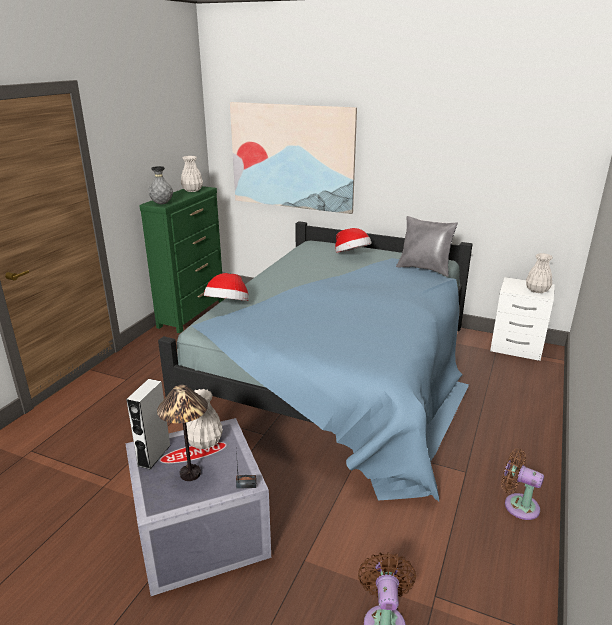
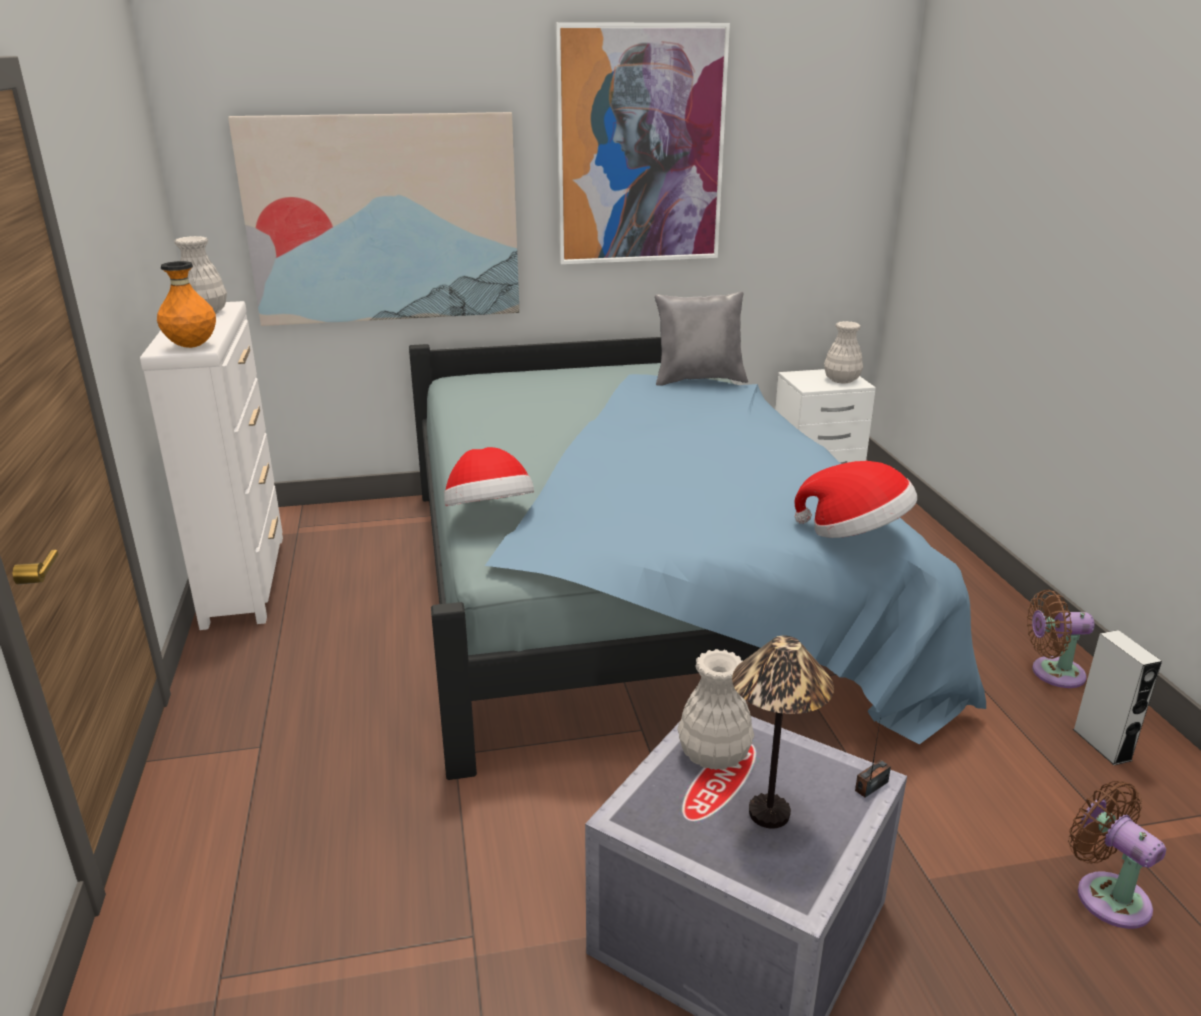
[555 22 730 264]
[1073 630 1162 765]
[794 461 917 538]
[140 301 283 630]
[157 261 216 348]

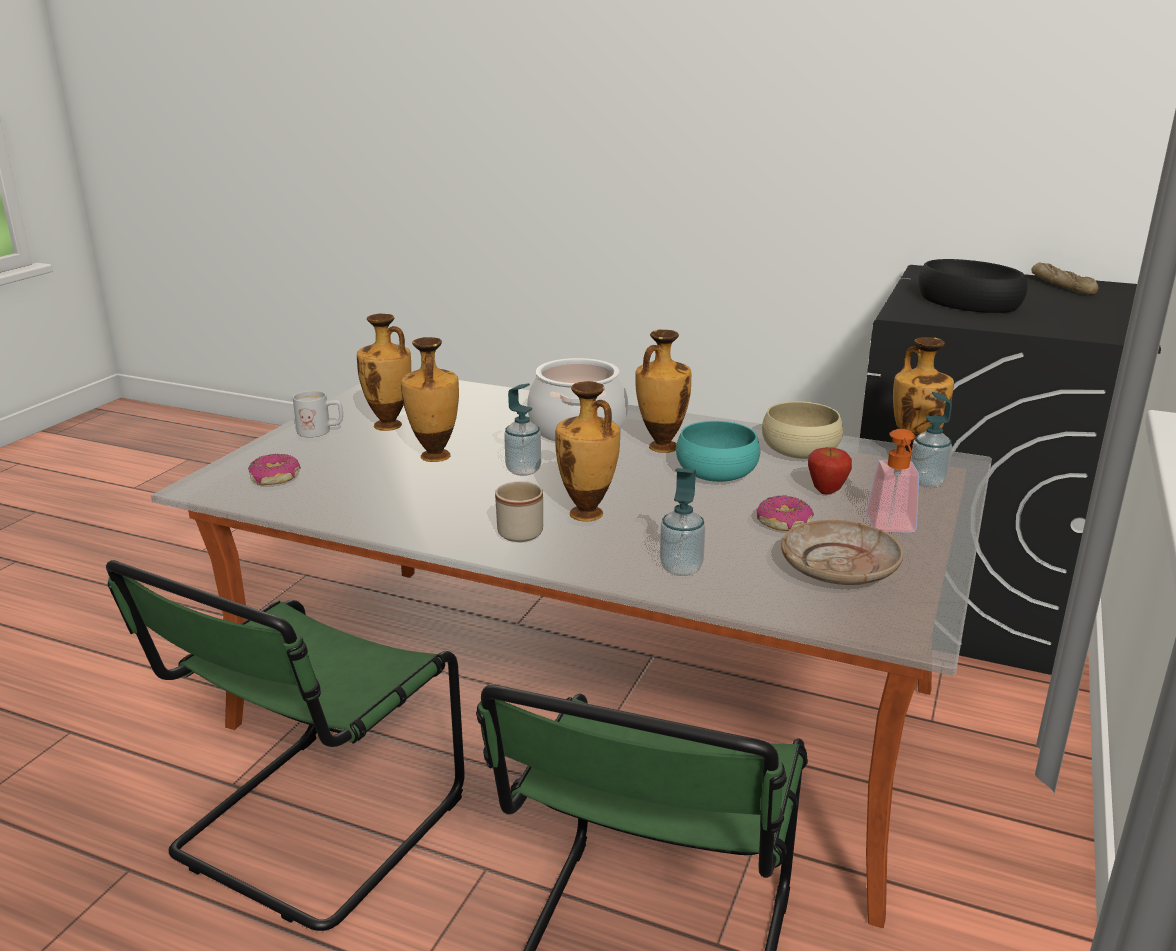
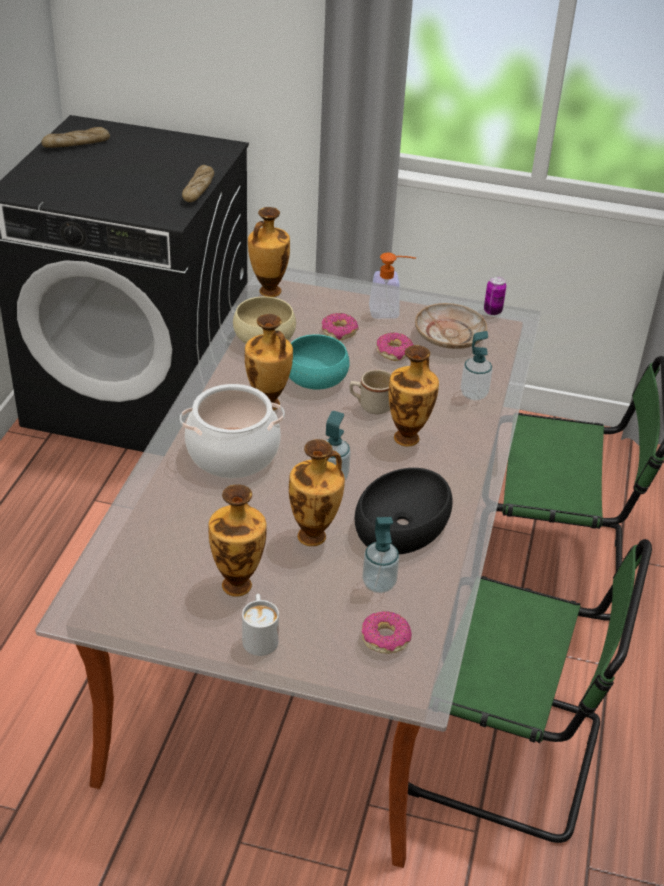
[182 165 214 202]
[484 276 506 315]
[349 370 391 414]
[362 517 399 593]
[355 468 453 554]
[322 313 359 340]

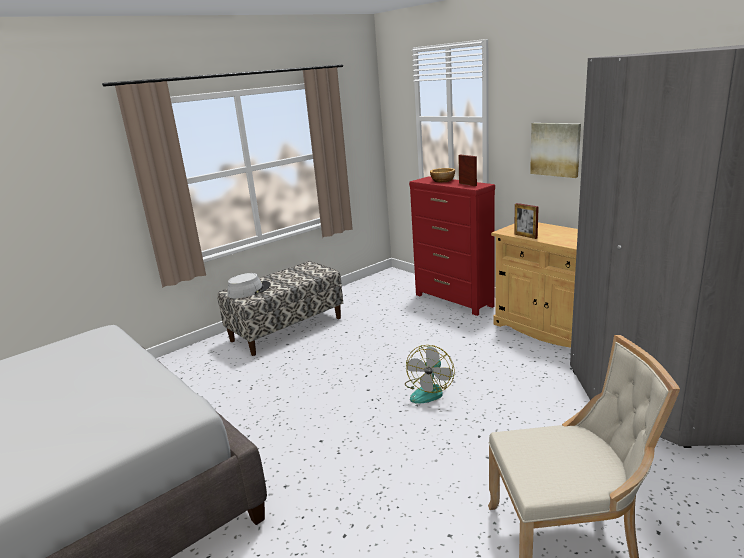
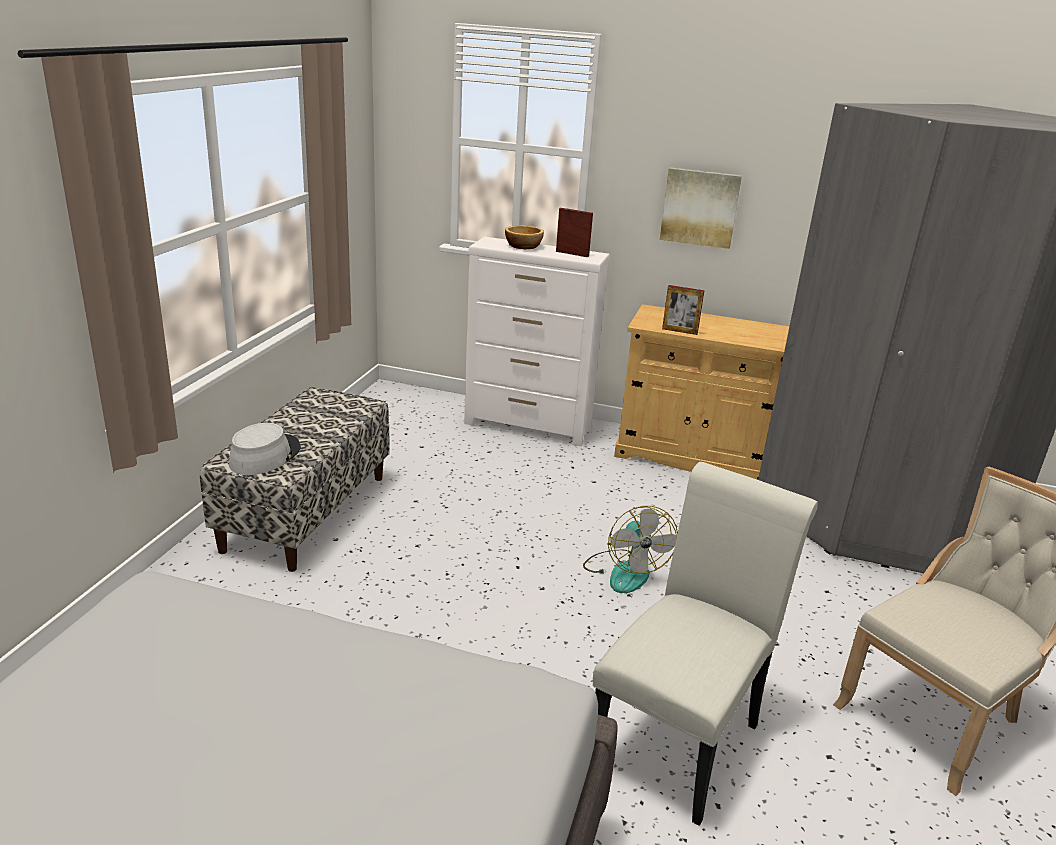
[593 462 818 826]
[464 237 610 447]

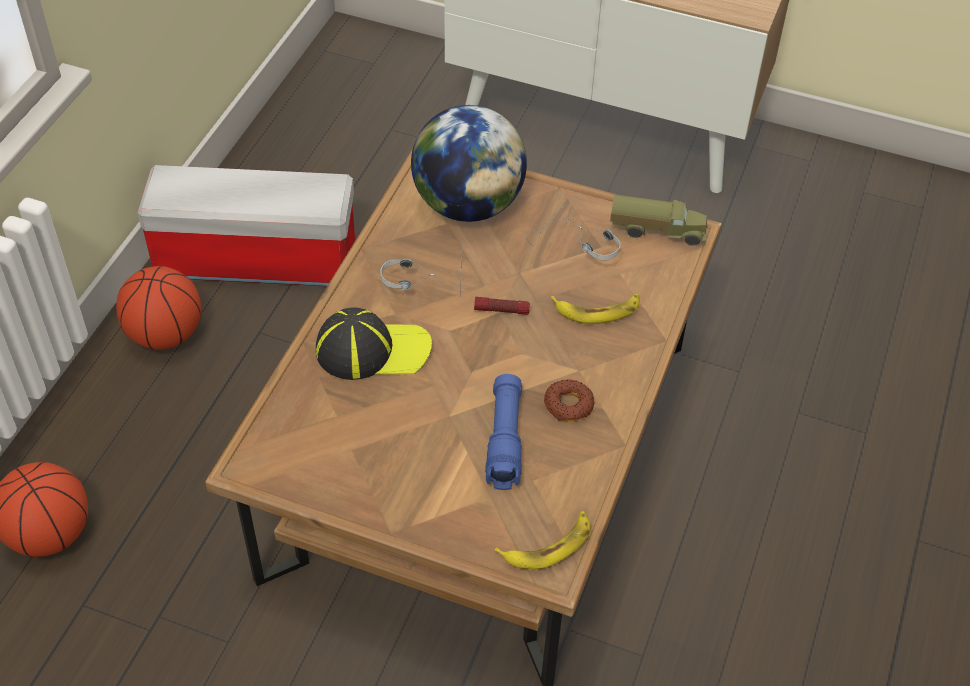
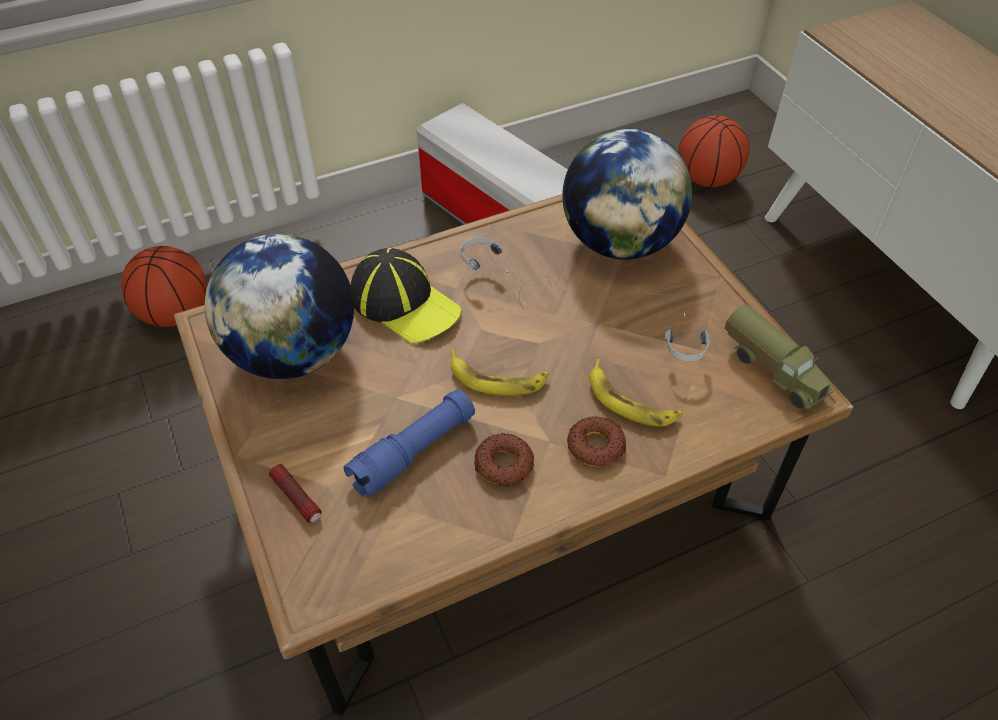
[205 234 354 379]
[567 417 626 467]
[678 115 750 187]
[269 464 322 523]
[450 350 549 396]

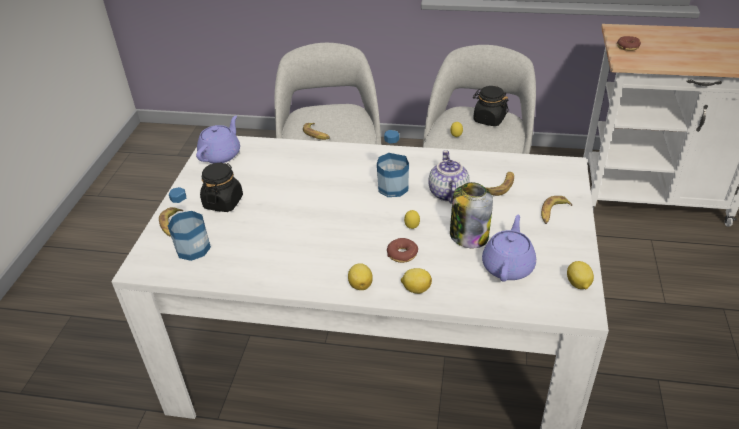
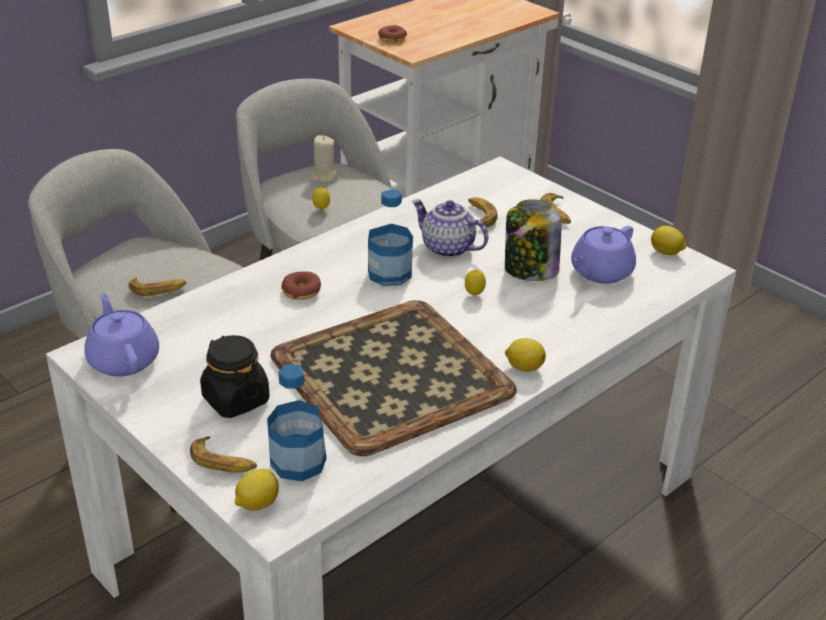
[270 300 517 456]
[281 272 321 300]
[235 469 279 511]
[311 135 338 183]
[571 226 636 284]

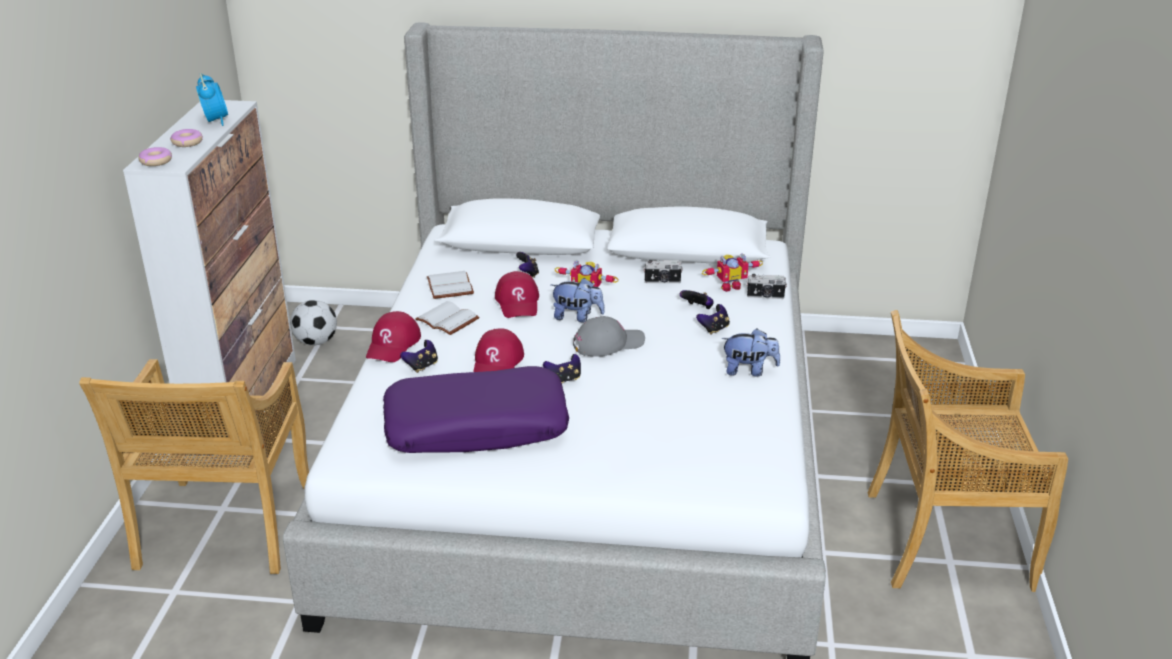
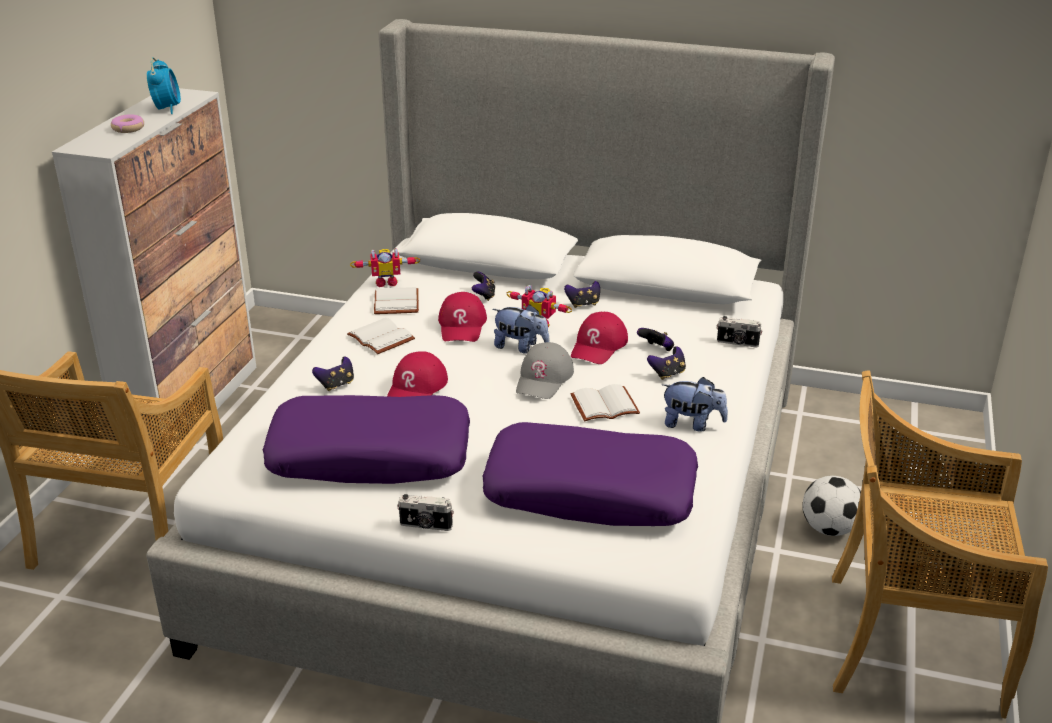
[138 147 172 166] (first image)
[482 422 698 526]
[570 384 640 421]
[803 476 861 536]
[571 311 628 364]
[564 281 600 308]
[397 494 454 531]
[350 248 420 287]
[516 342 574 399]

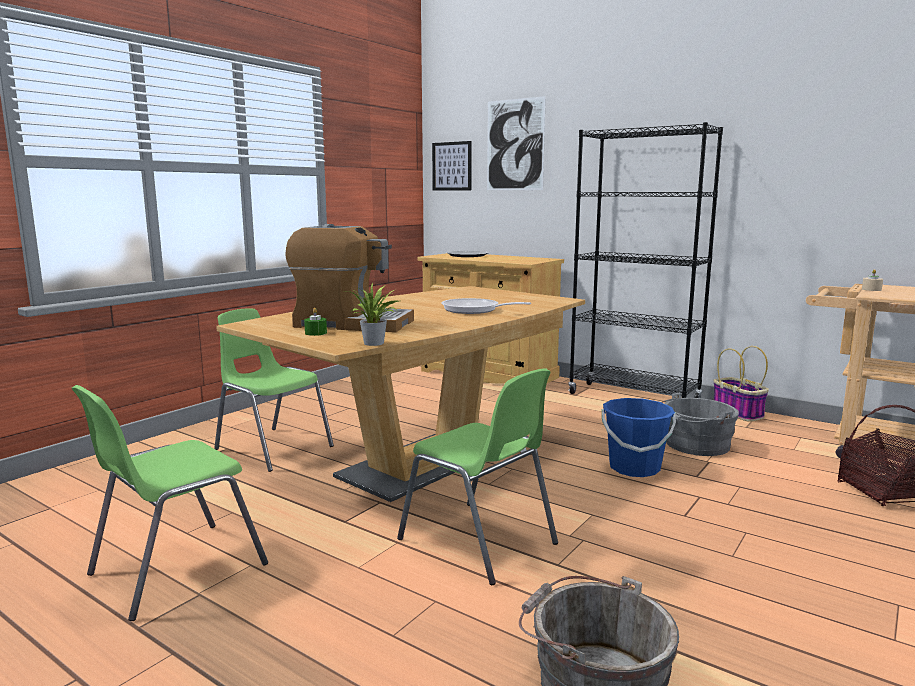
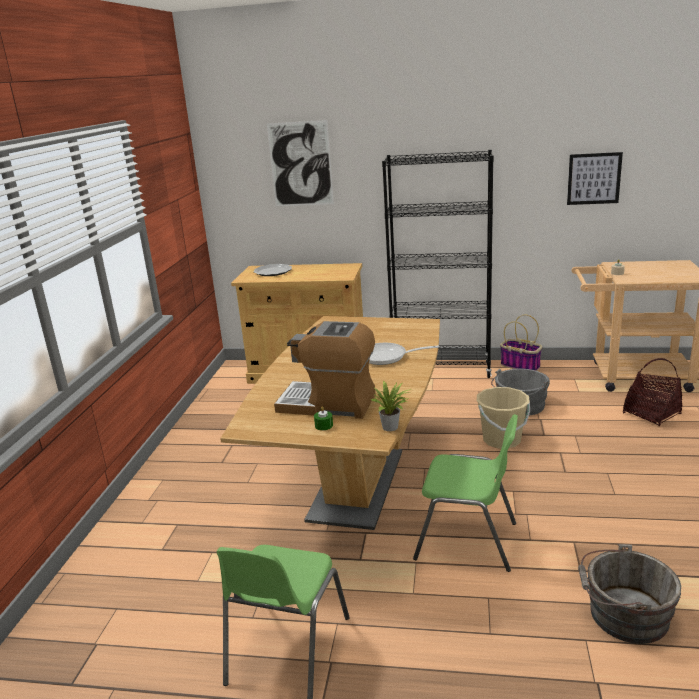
[214 308 334 472] (first image)
[567 152 623 205]
[477 387 530 449]
[274 321 375 419]

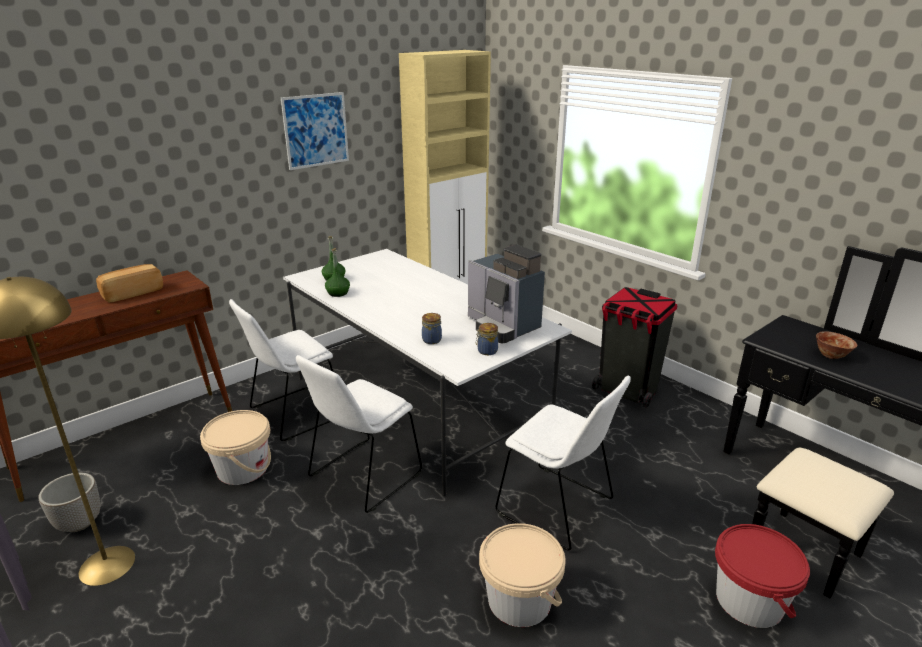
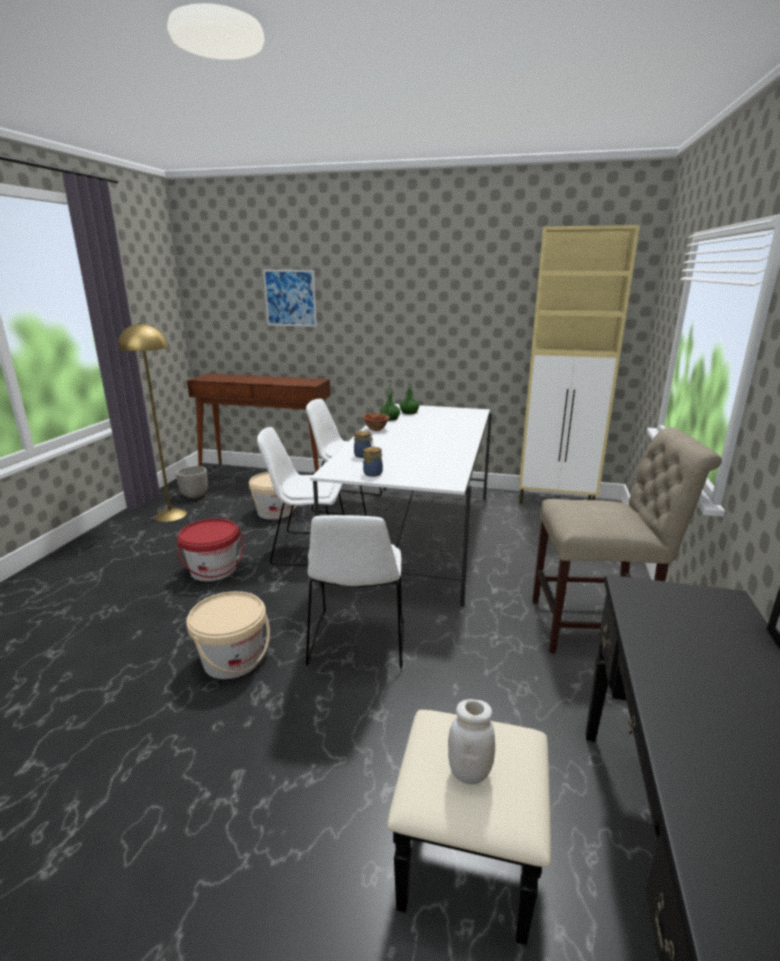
[96 264 163 303] (first image)
[468 245 545 343] (first image)
[448 699 495 784]
[263 270 317 327]
[177 518 244 581]
[363 413 390 431]
[532 427 722 653]

